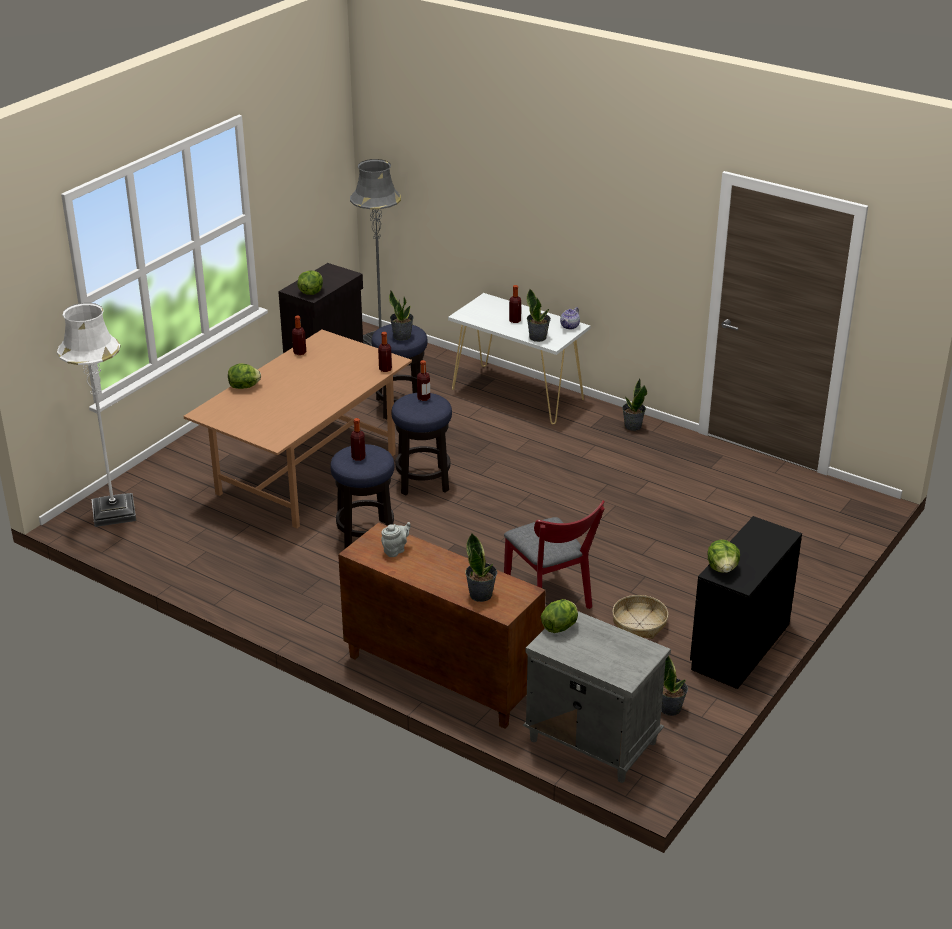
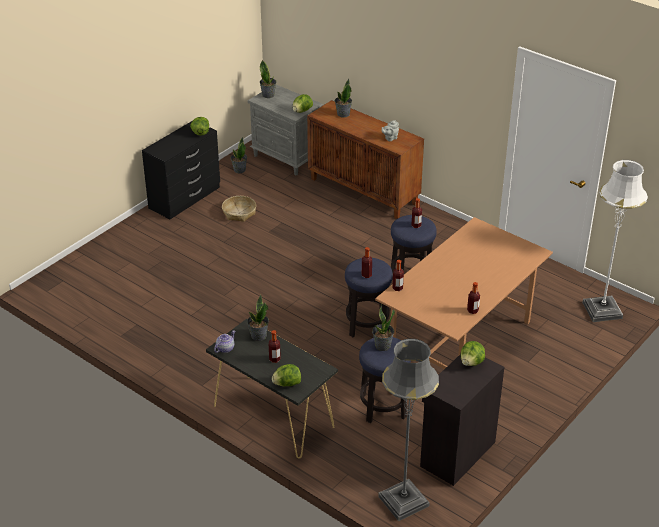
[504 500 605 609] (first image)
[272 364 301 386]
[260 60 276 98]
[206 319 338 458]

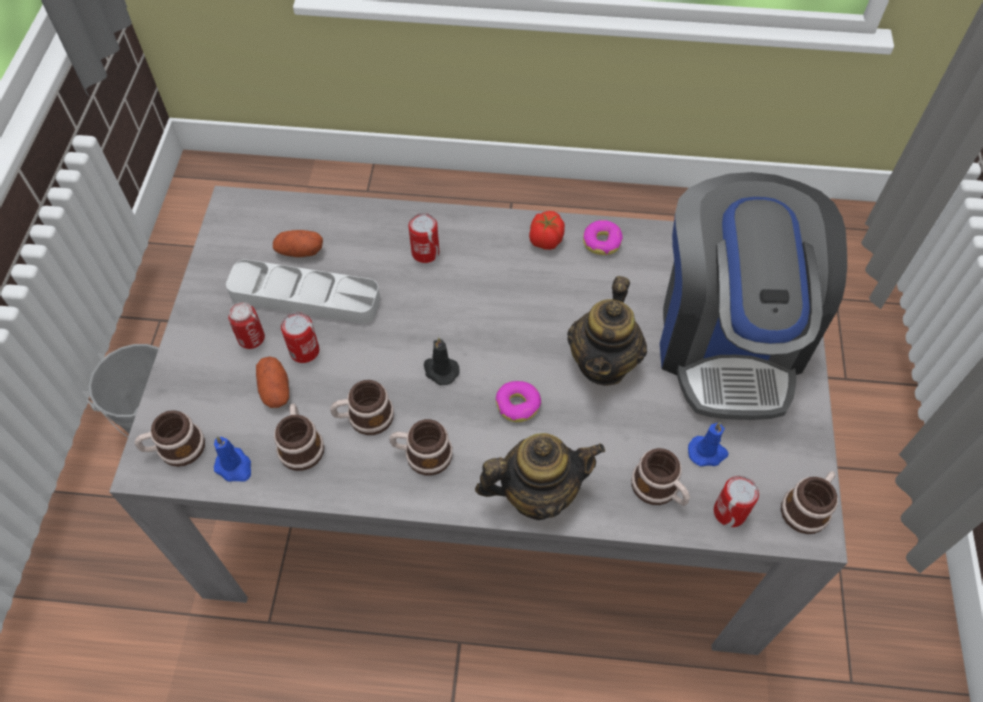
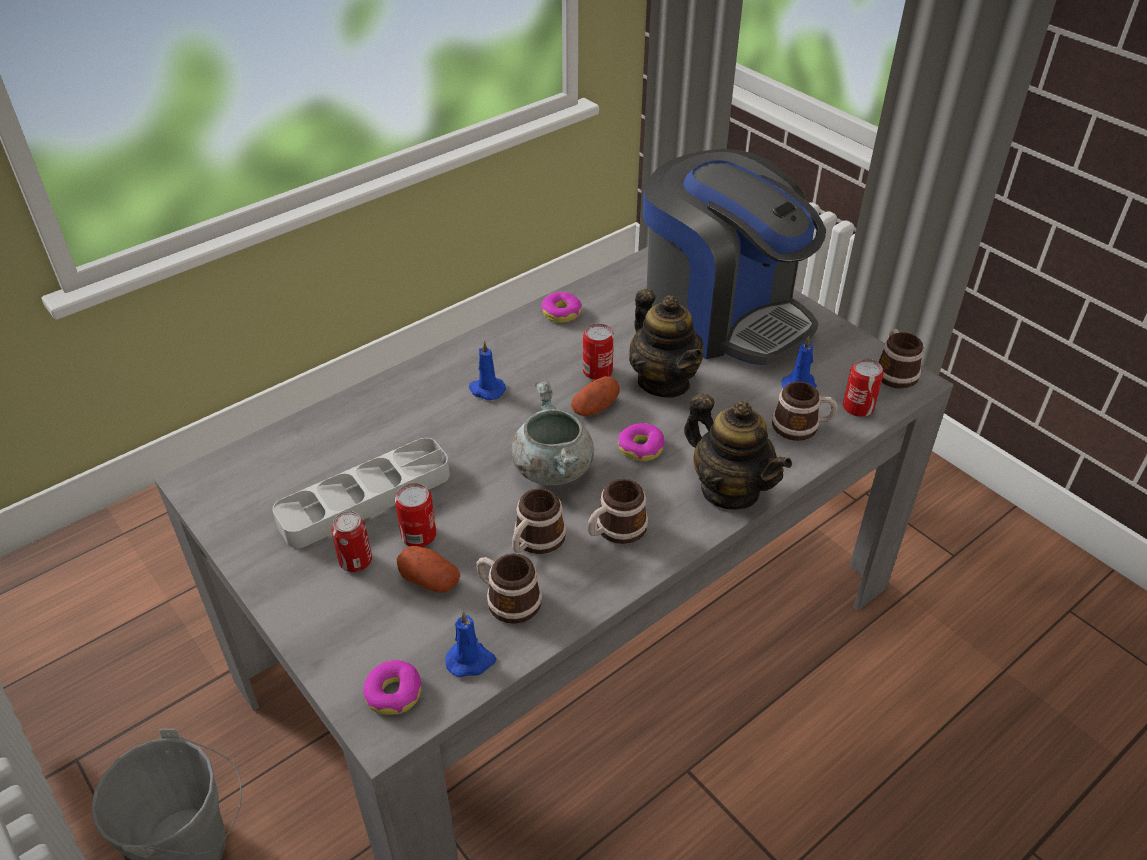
[529 211 565 250] (first image)
[469 340 506 400]
[571 376 620 416]
[583 324 614 380]
[363 660 422 715]
[512 382 594 485]
[684 393 792 510]

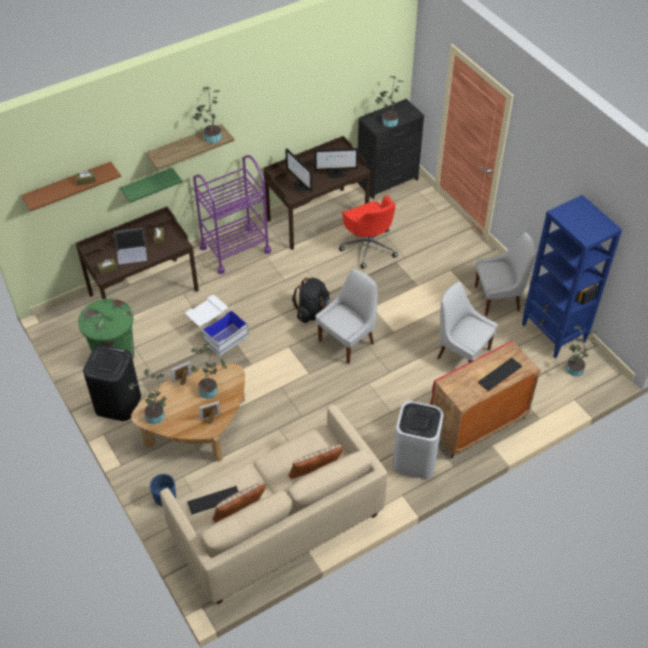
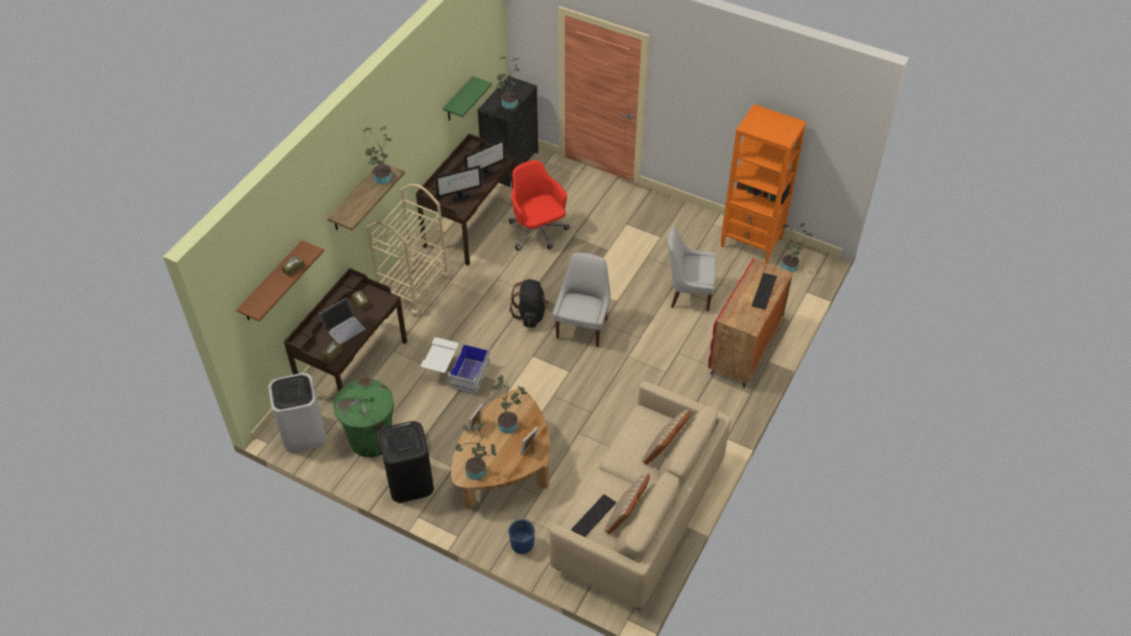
[475 232 536 316] (first image)
[443 76 492 121]
[268 373 326 452]
[366 184 450 317]
[720 104 806 263]
[435 165 482 202]
[509 160 569 251]

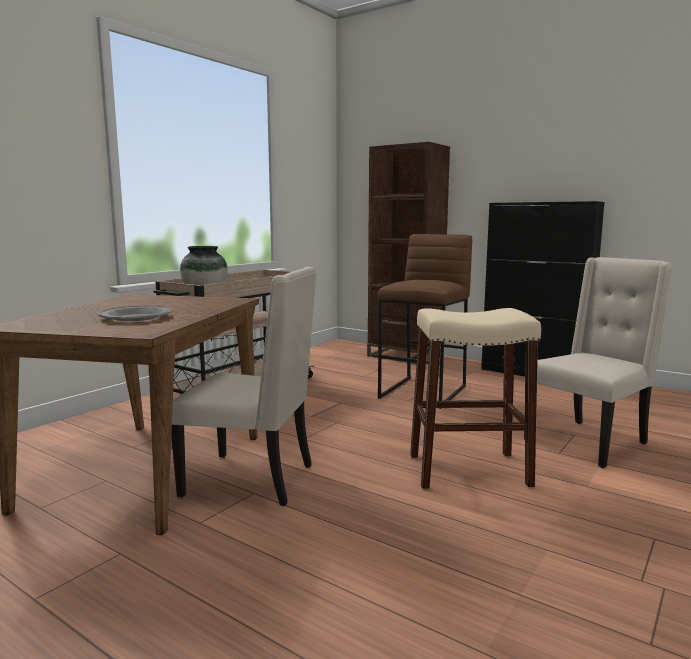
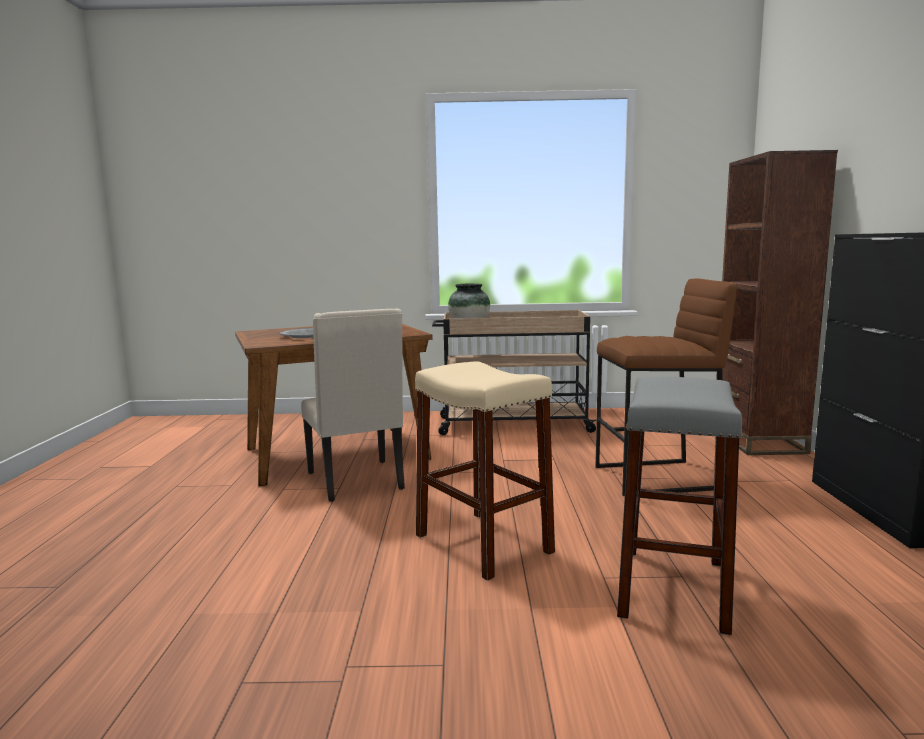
[617 377 743 635]

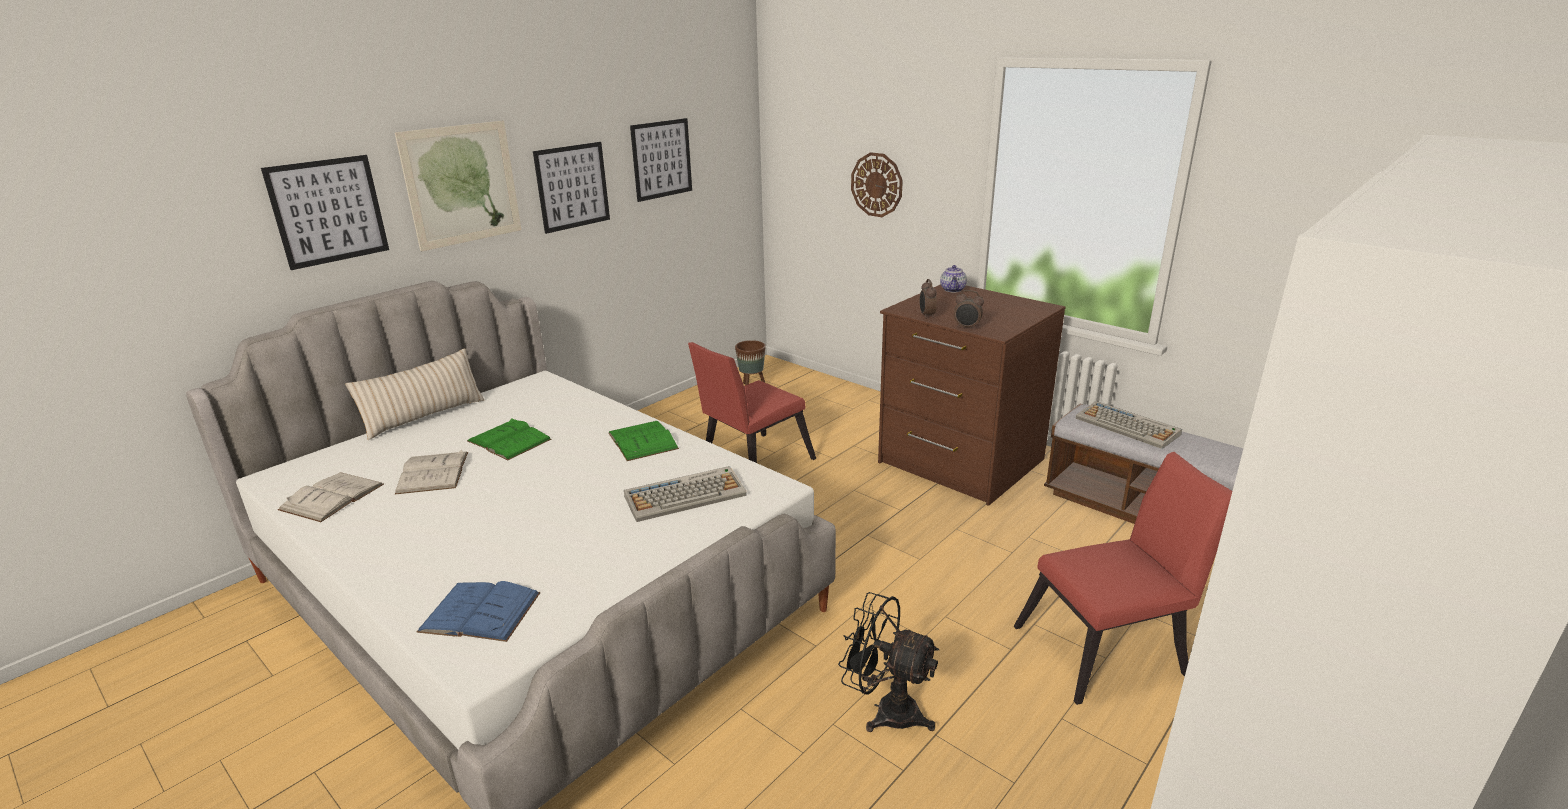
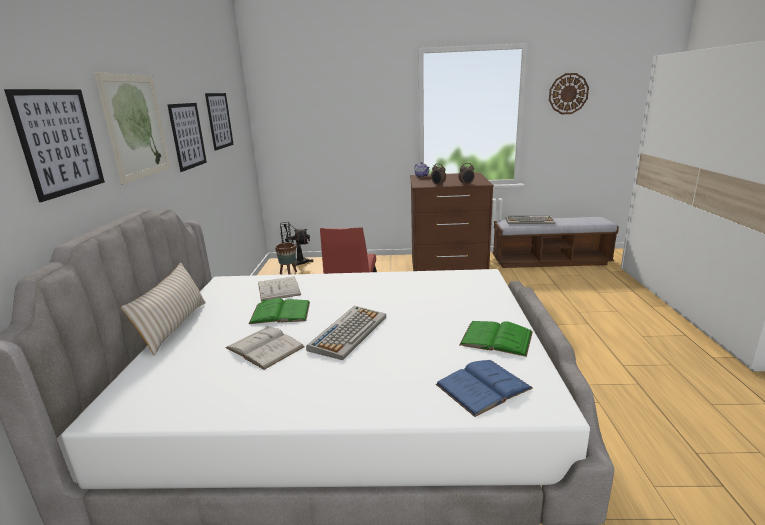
[1014 452 1232 705] (first image)
[258 277 301 302]
[460 321 533 357]
[306 306 386 360]
[280 222 314 267]
[549 73 589 114]

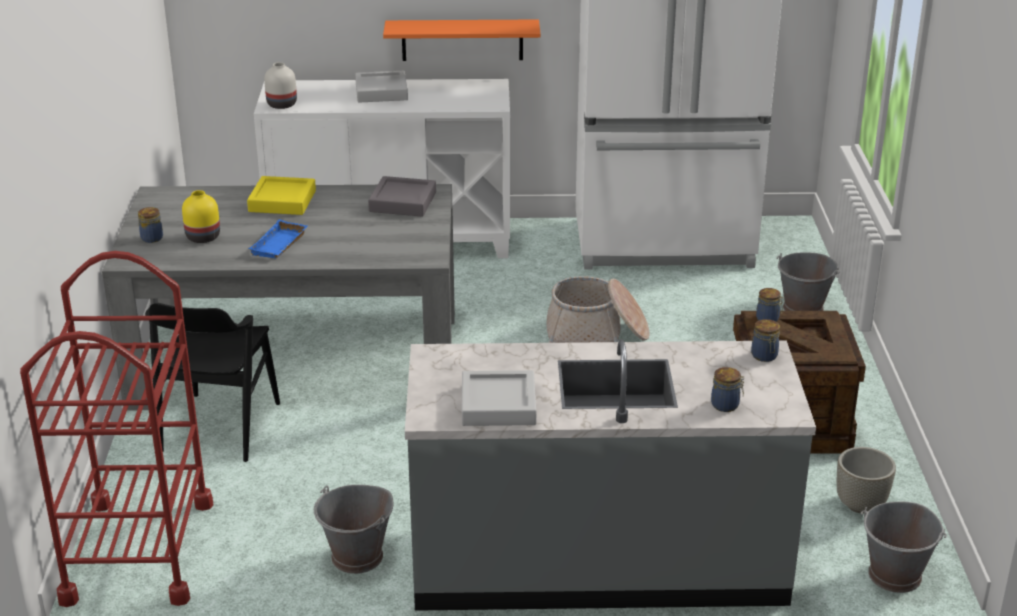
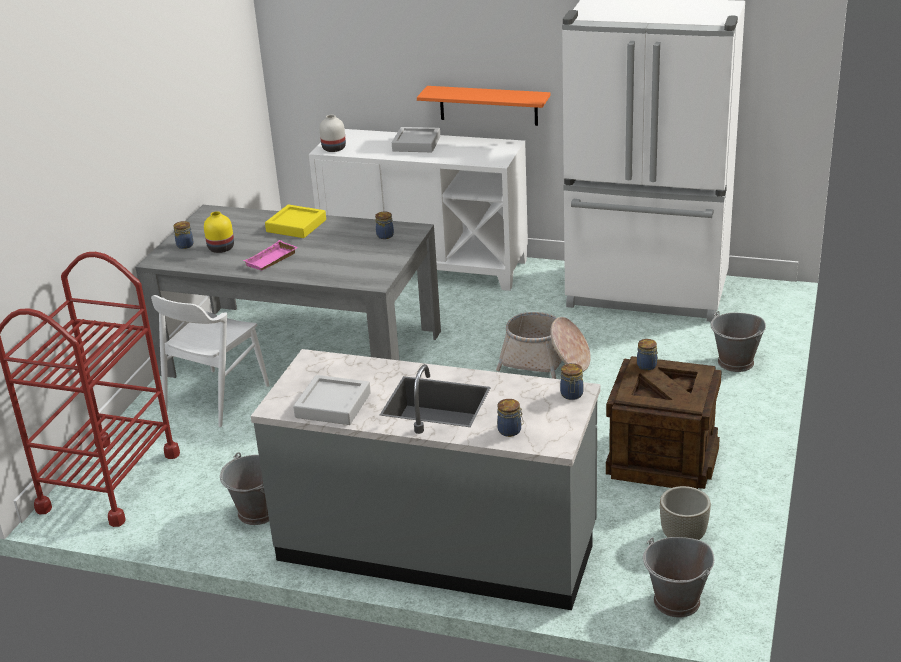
[375 211 394 239]
[151 295 269 427]
[243 240 298 270]

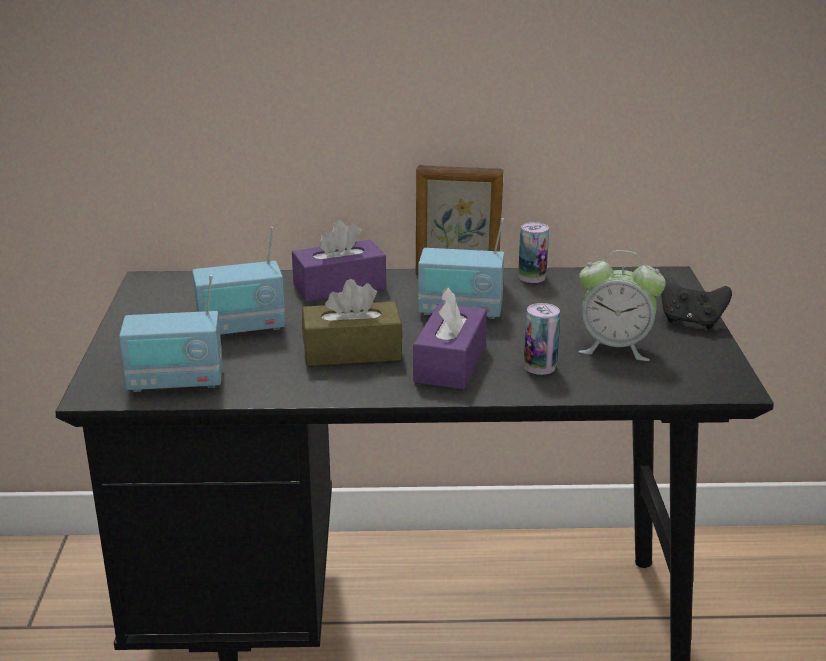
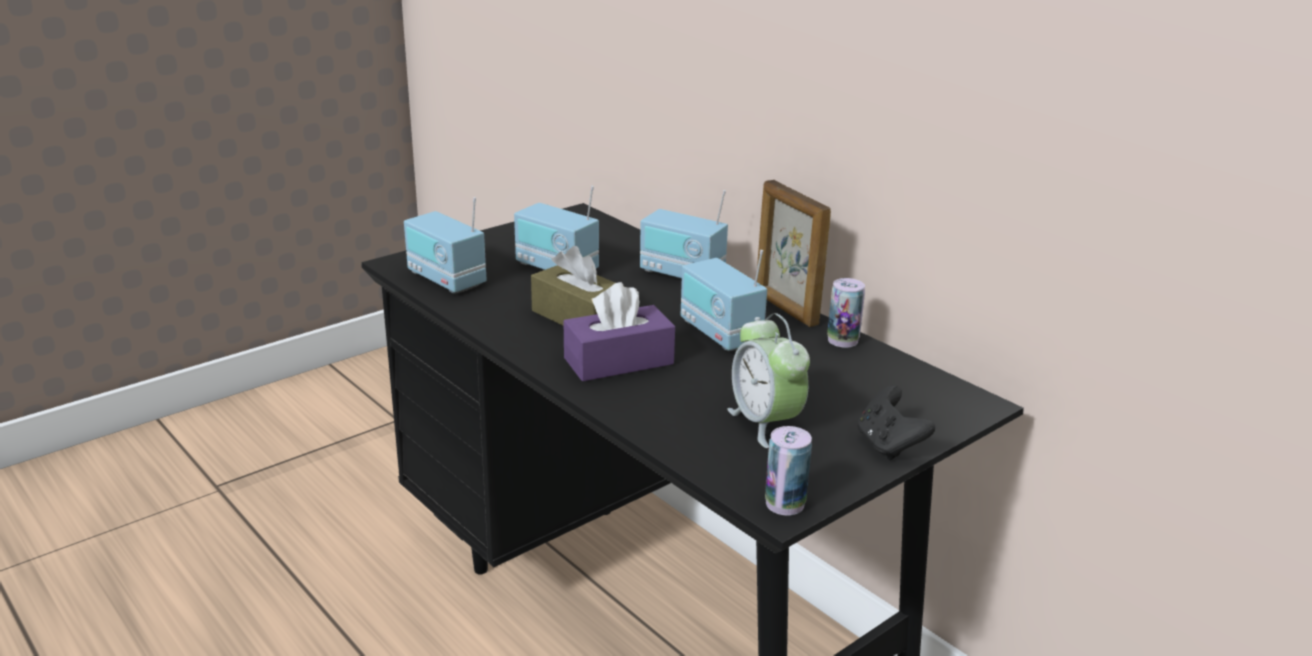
[765 426 812 515]
[640 190 728 278]

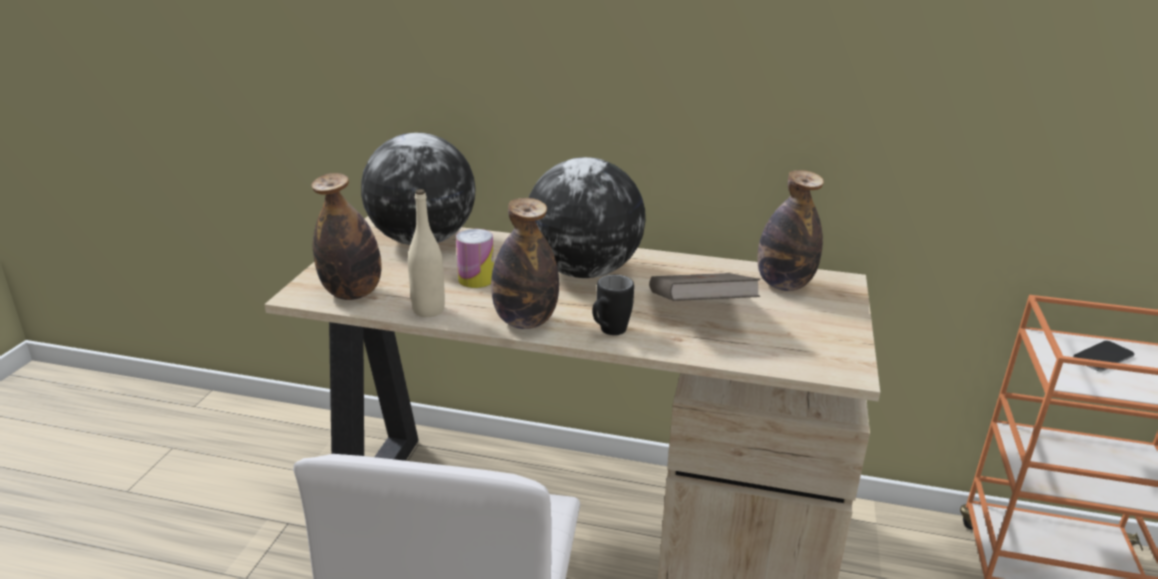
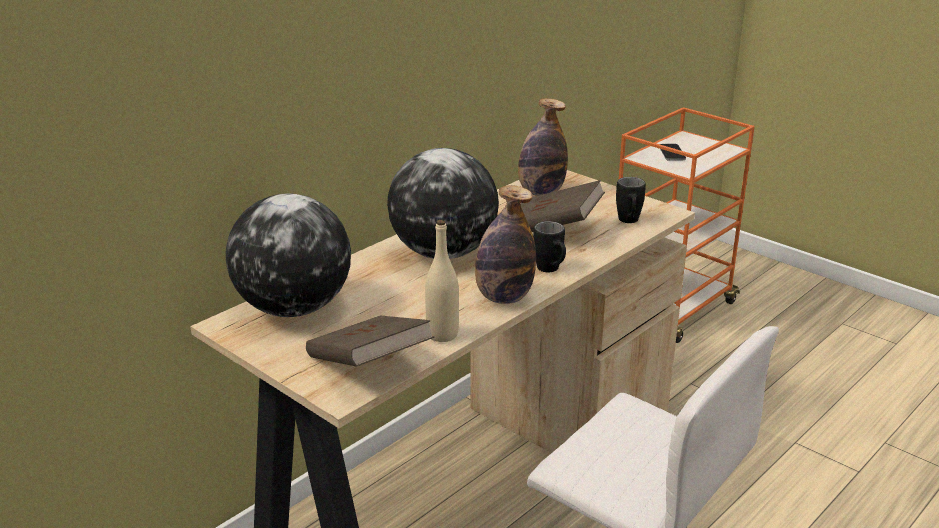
[456 229 494 288] (first image)
[616 177 646 223]
[306 315 435 367]

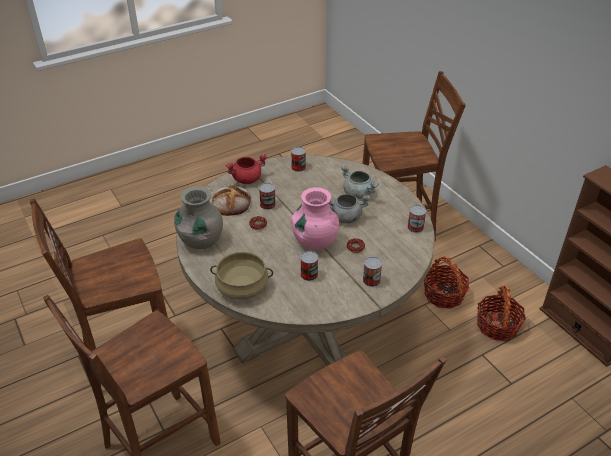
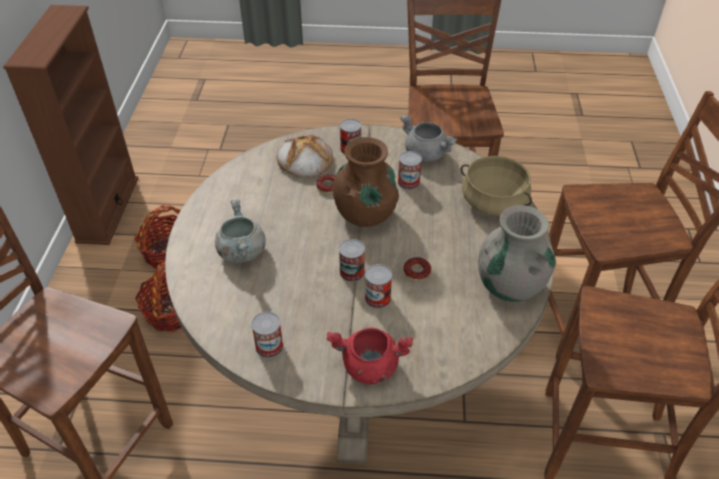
[277 135 333 178]
[400 115 457 162]
[339 239 365 282]
[333 137 399 227]

